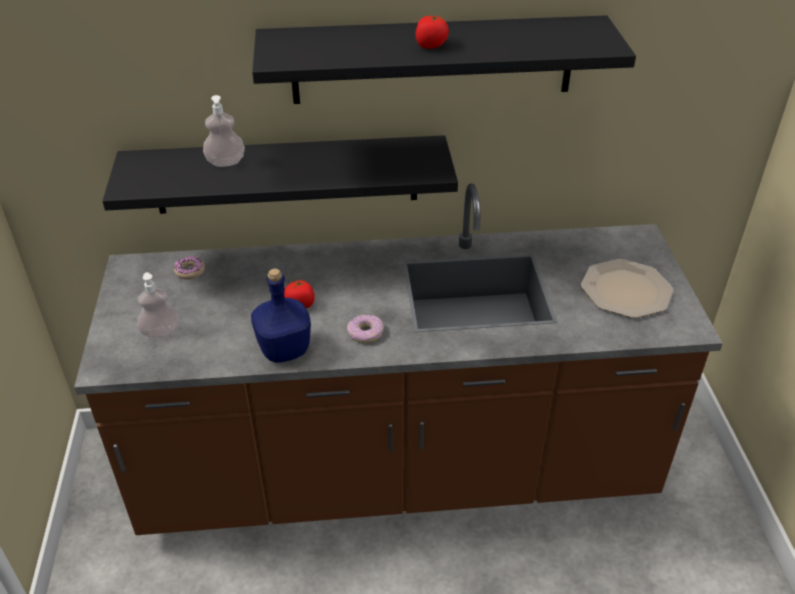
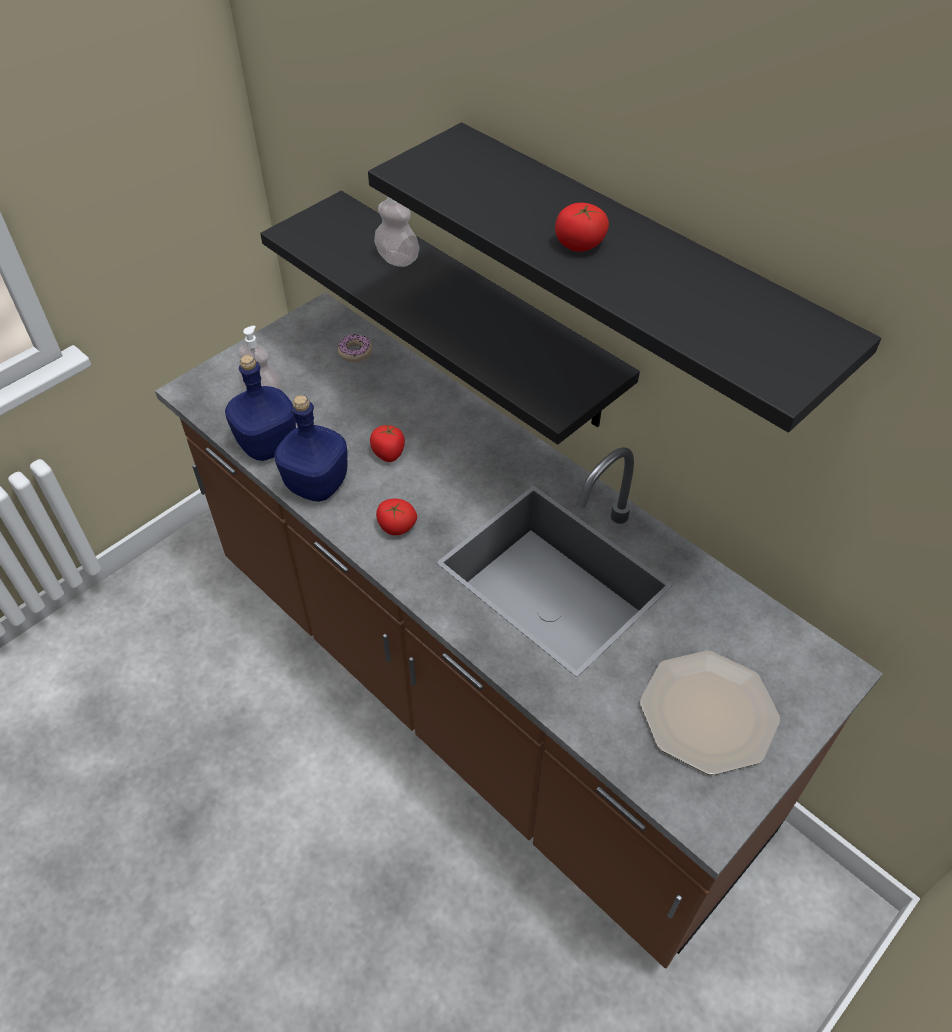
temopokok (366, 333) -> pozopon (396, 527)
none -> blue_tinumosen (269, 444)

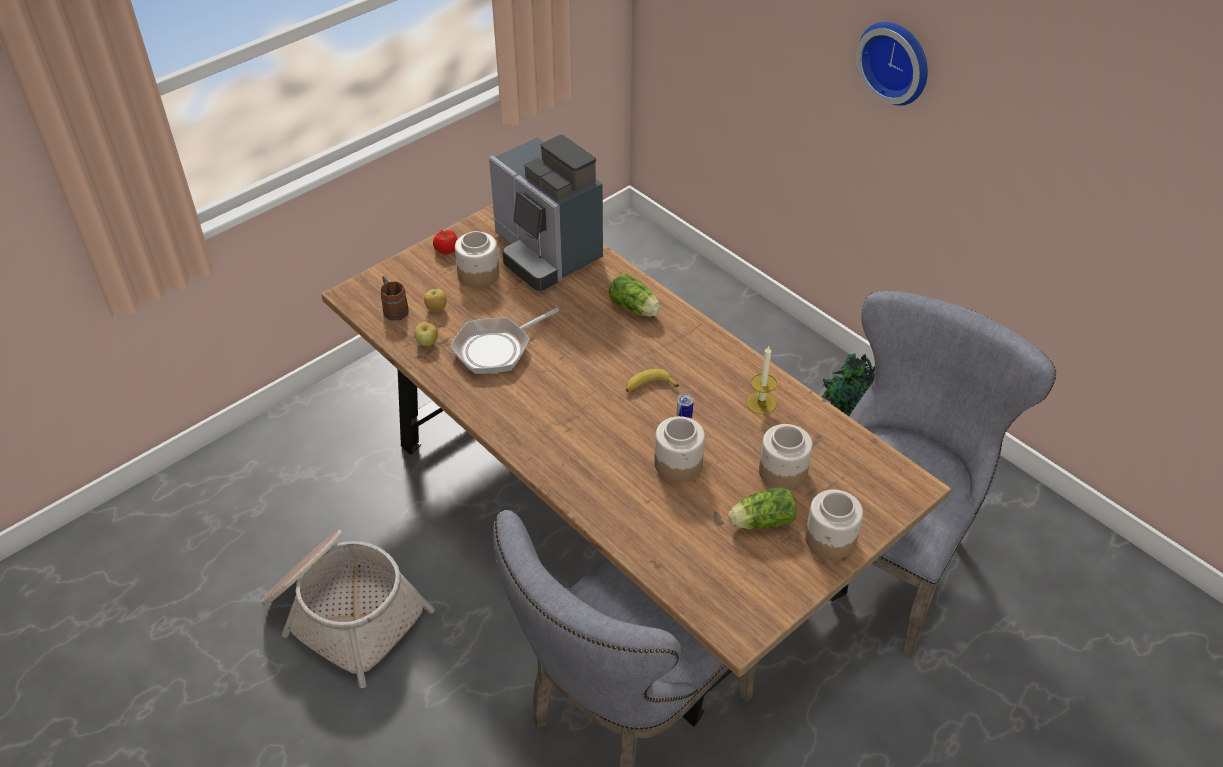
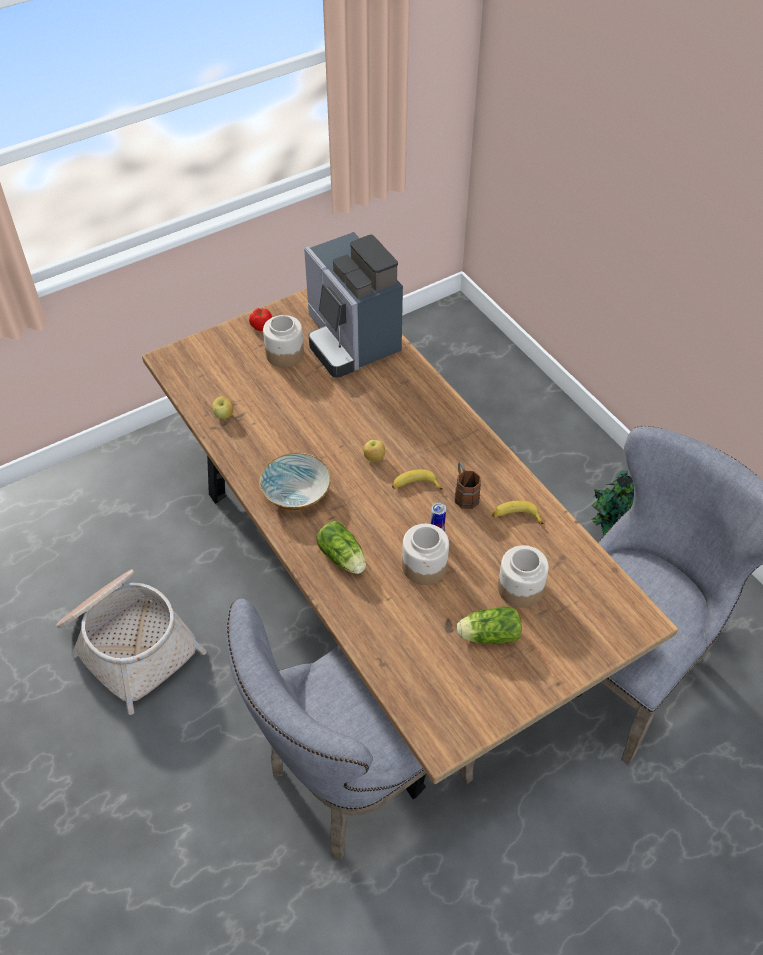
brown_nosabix (393, 308) -> brown_nosabix (464, 494), relocated
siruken (436, 309) -> siruken (374, 458), relocated
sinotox (497, 348) -> none
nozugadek (635, 309) -> nozugadek (343, 559), relocated
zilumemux (761, 403) -> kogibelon (516, 516)
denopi (830, 539) -> none
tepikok (896, 61) -> none
none -> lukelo (297, 493)

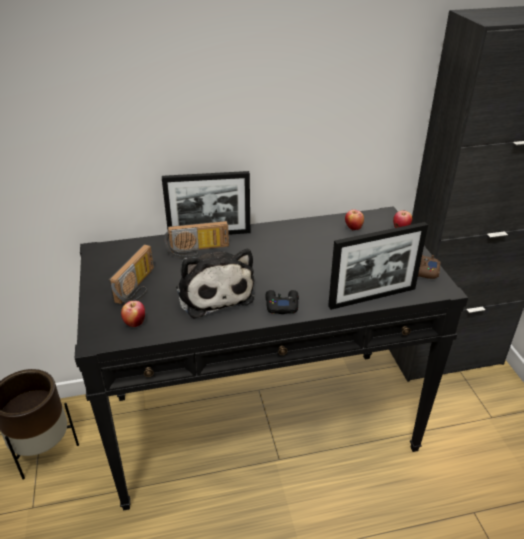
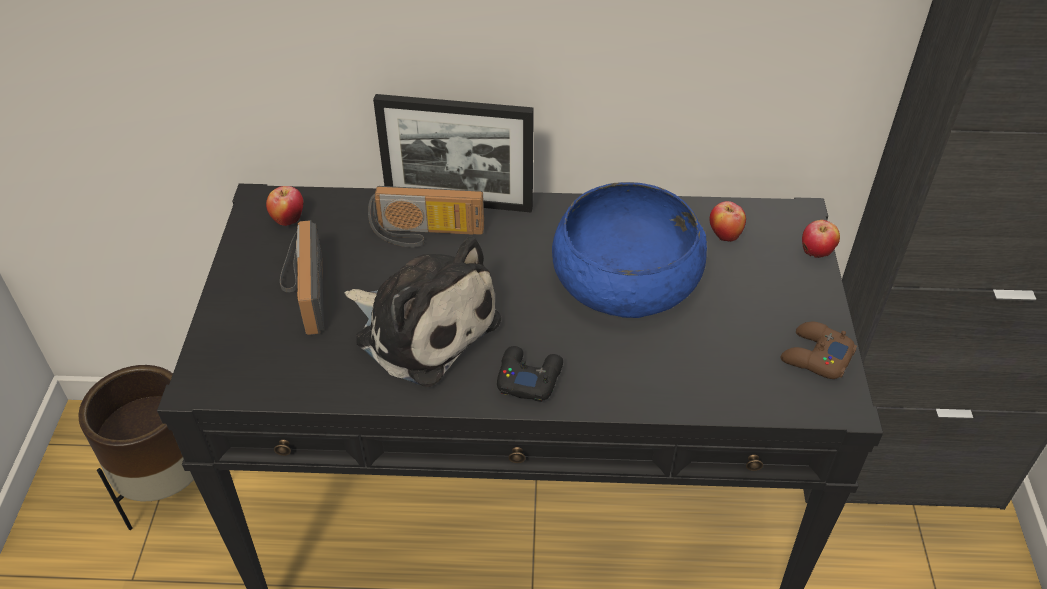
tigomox (138, 287) -> tigomox (302, 292), 135 degrees clockwise
siruken (135, 323) -> siruken (288, 219), relocated
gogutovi (214, 292) -> gogutovi (422, 327), 45 degrees counterclockwise
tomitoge (372, 297) -> none
none -> blue_lukelo (626, 278)

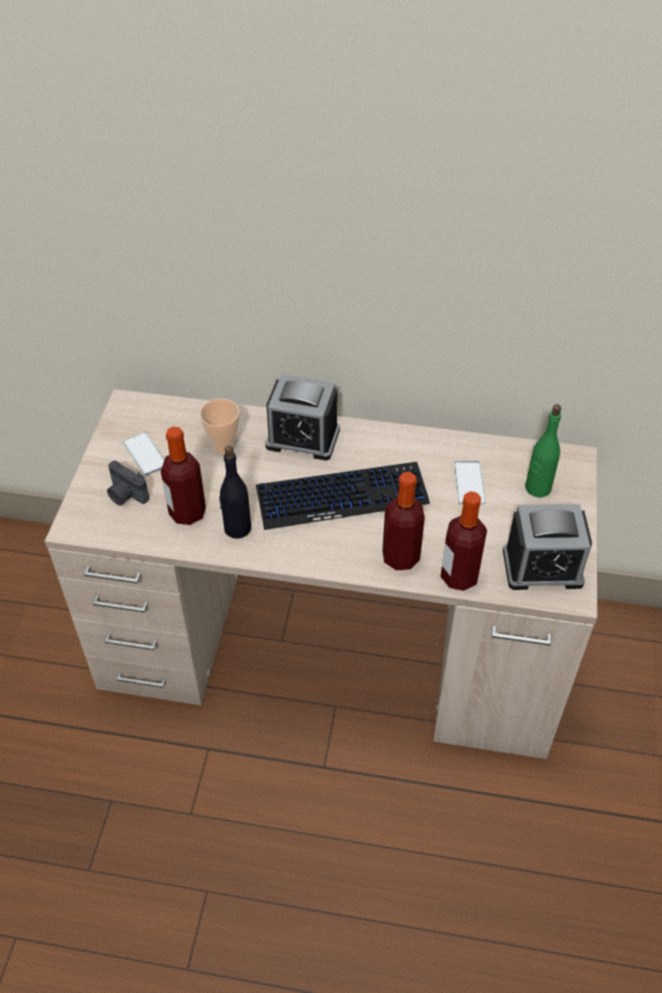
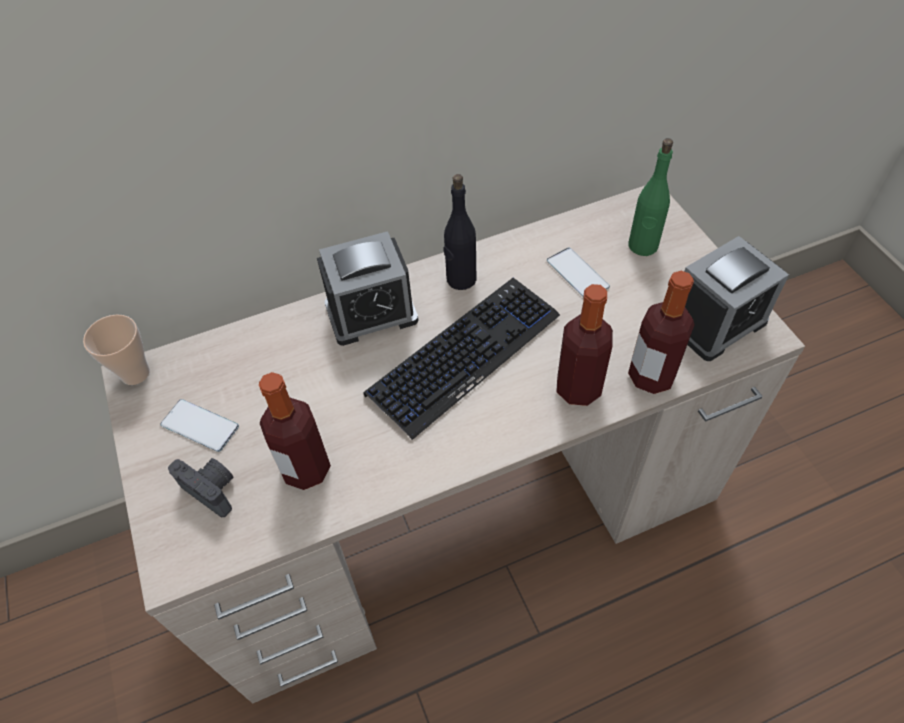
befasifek (126, 495) -> befasifek (213, 489), 150 degrees counterclockwise
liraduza (223, 447) -> liraduza (135, 373), relocated
black_tinumosen (237, 528) -> black_tinumosen (461, 279), relocated

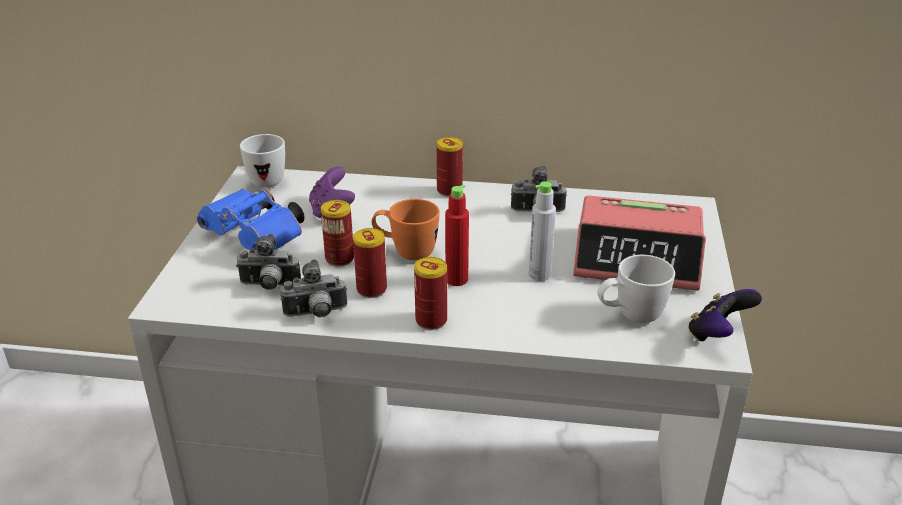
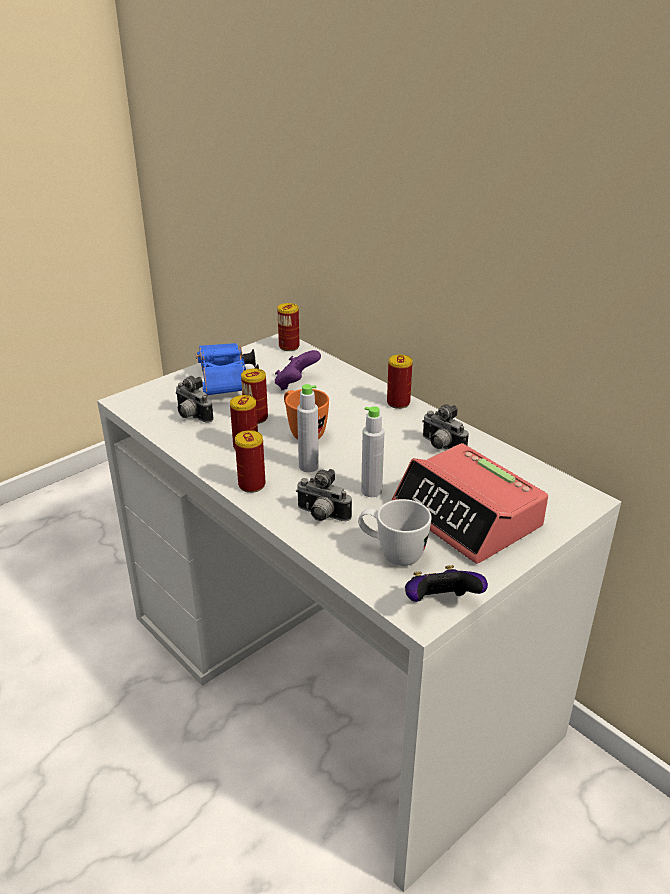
white_nosabix (268, 179) -> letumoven (289, 347)
befasifek (316, 314) -> befasifek (321, 516), relocated
red_tinumosen (456, 279) -> grey_tinumosen (308, 466)

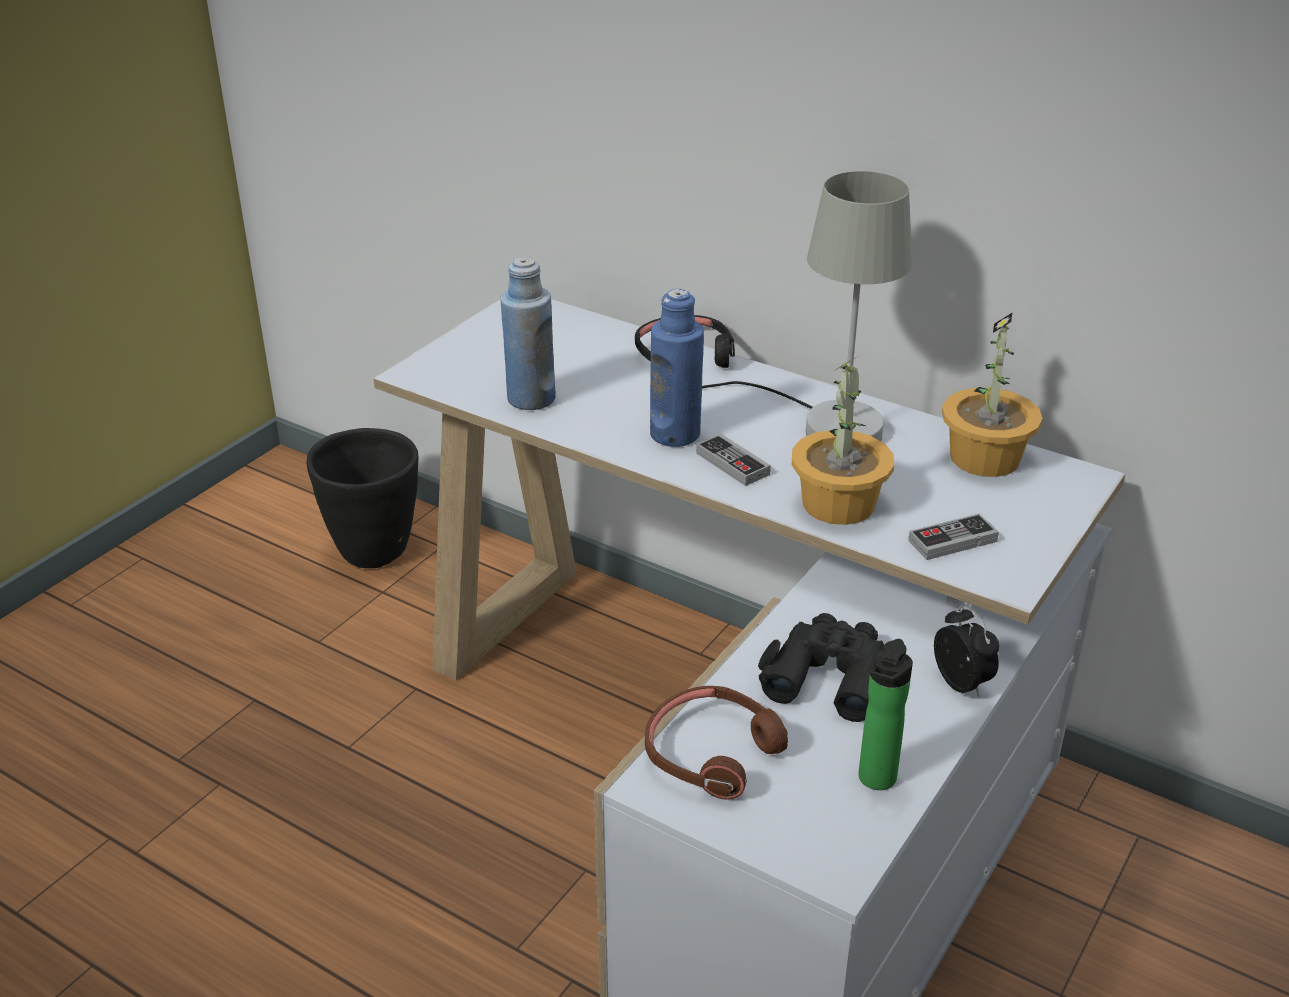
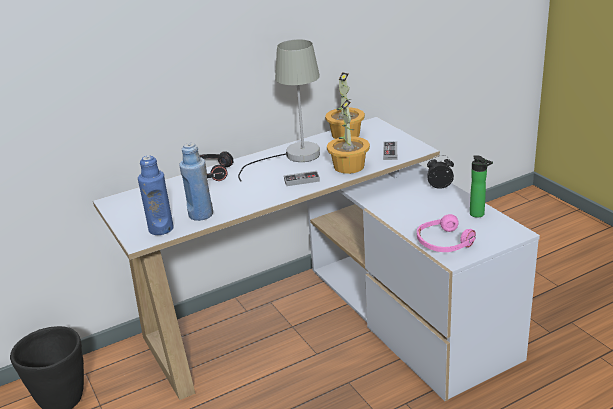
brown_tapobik (712, 752) -> pink_tapobik (444, 242)
blue_tinumosen (675, 434) -> blue_tinumosen (161, 229), relocated
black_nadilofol (829, 676) -> none

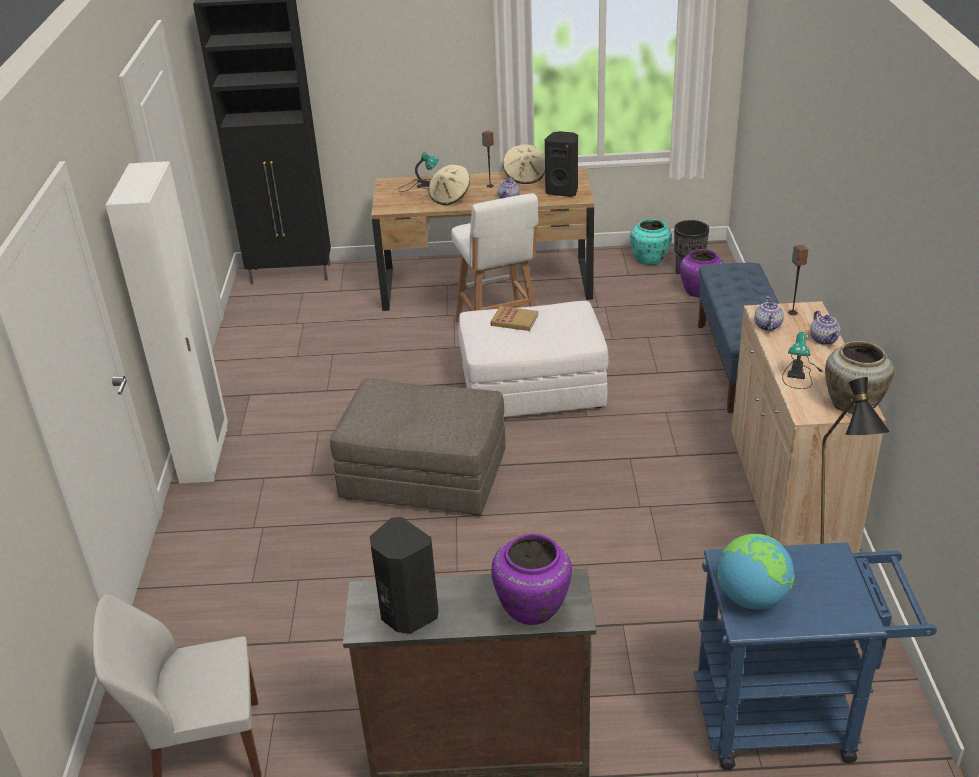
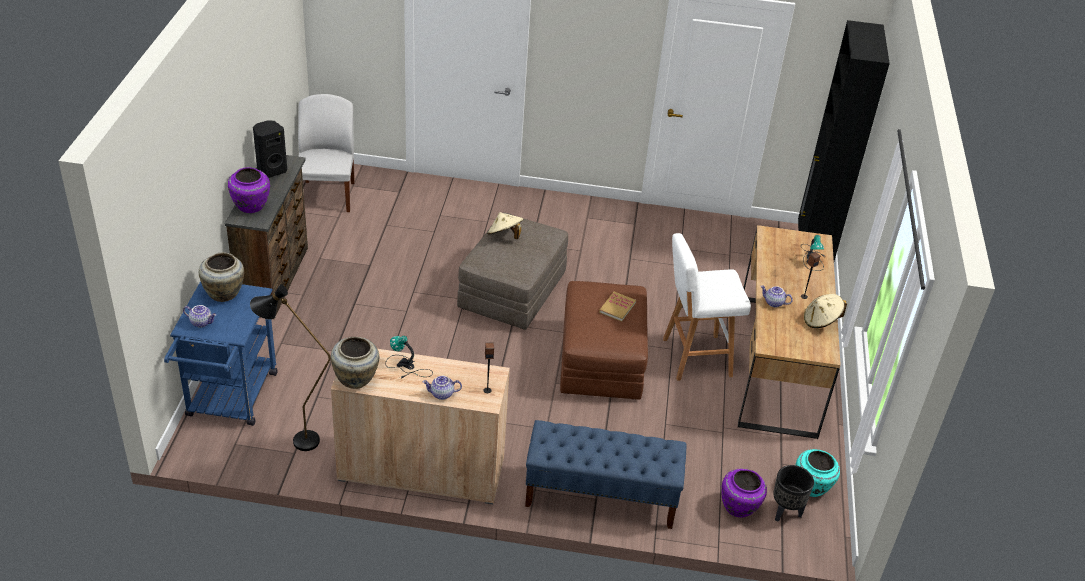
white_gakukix (205, 455) -> none
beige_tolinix (450, 197) -> beige_tolinix (504, 236), relocated
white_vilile (533, 389) -> brown_vilile (601, 361)
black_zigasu (563, 191) -> none
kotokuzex (752, 598) -> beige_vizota (225, 294)
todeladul (767, 325) -> todeladul (201, 322), relocated

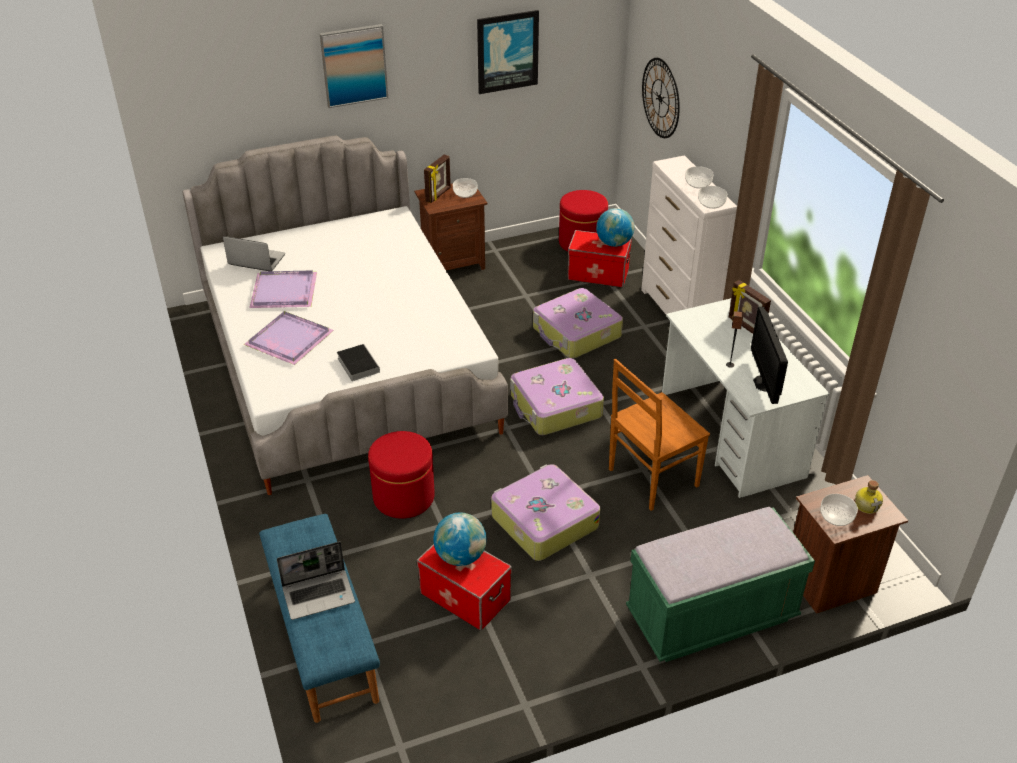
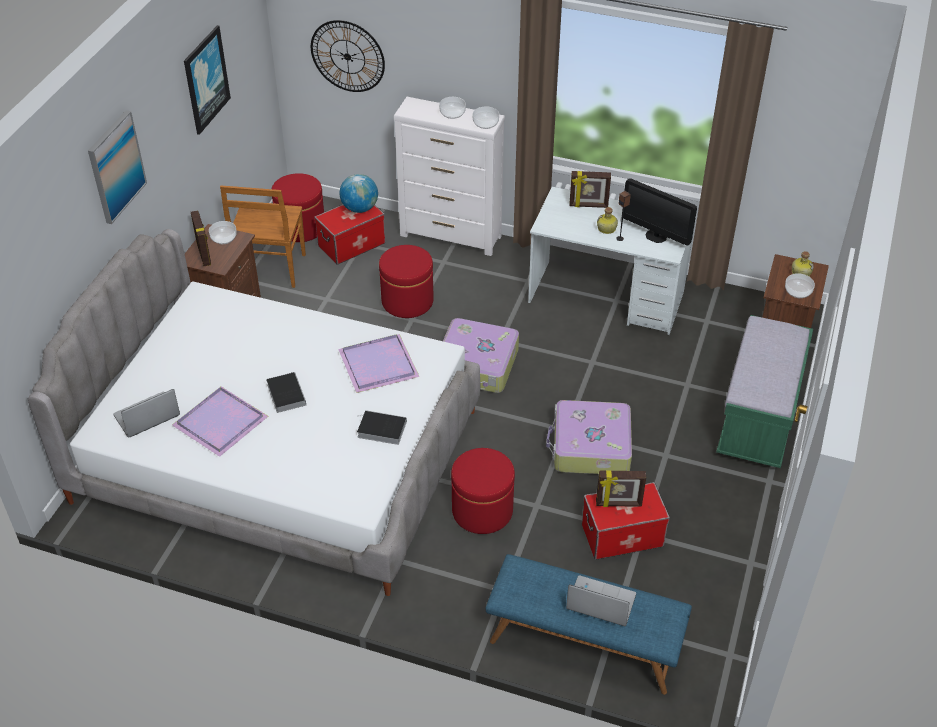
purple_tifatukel (287, 340) -> purple_tifatukel (377, 366), relocated
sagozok (319, 594) -> sagozok (599, 603), 90 degrees counterclockwise
kotokuzex (460, 556) -> tomitoge (618, 504)
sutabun (576, 333) -> red_vilile (407, 301)
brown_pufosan (651, 478) -> brown_pufosan (271, 270), relocated
none -> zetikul (285, 394)
none -> tinumosen (607, 229)

